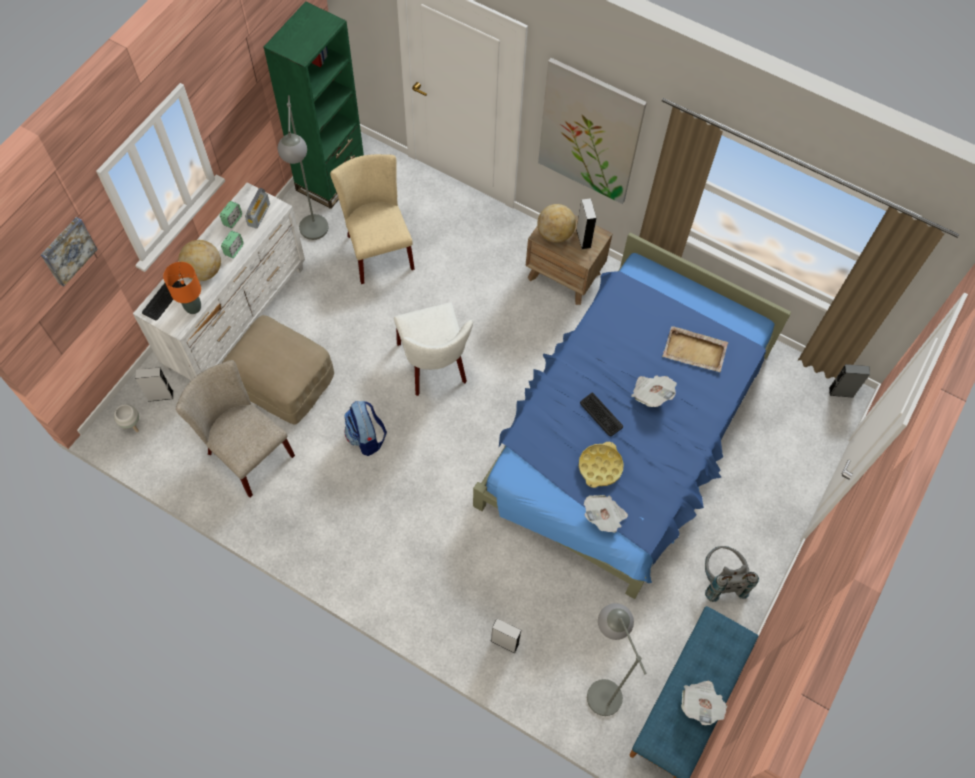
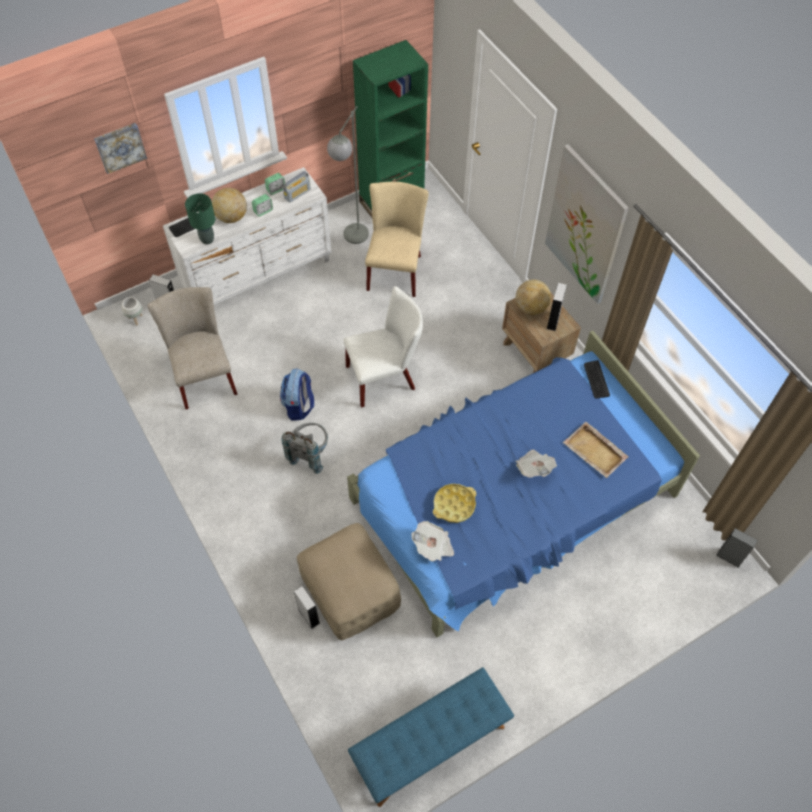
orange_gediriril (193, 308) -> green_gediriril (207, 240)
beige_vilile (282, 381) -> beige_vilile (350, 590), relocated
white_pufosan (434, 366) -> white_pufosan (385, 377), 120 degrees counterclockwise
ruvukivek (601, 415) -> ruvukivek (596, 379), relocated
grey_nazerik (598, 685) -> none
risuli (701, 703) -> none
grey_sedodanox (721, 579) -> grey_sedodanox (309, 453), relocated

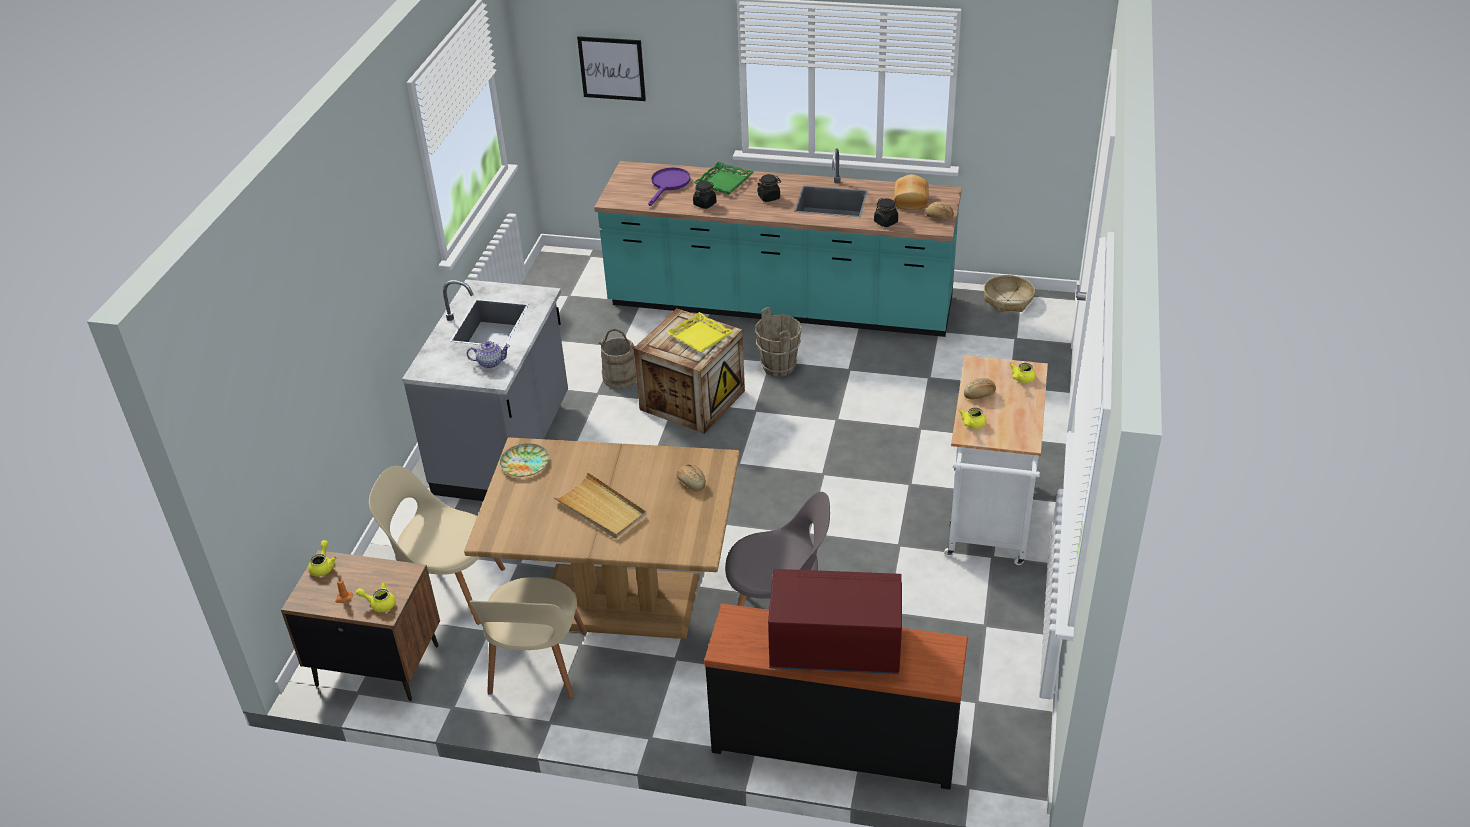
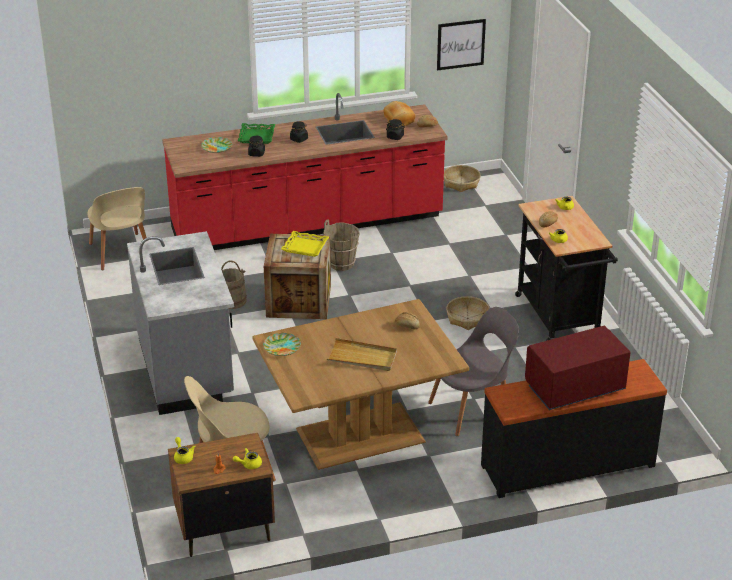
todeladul (490, 362) -> none
beige_pufosan (537, 667) -> beige_pufosan (121, 253), relocated
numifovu (612, 68) -> numifovu (460, 44), relocated
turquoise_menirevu (780, 305) -> red_menirevu (307, 224)
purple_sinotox (668, 185) -> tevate (217, 147)
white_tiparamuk (989, 525) -> black_tiparamuk (559, 319)
none -> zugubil (467, 318)

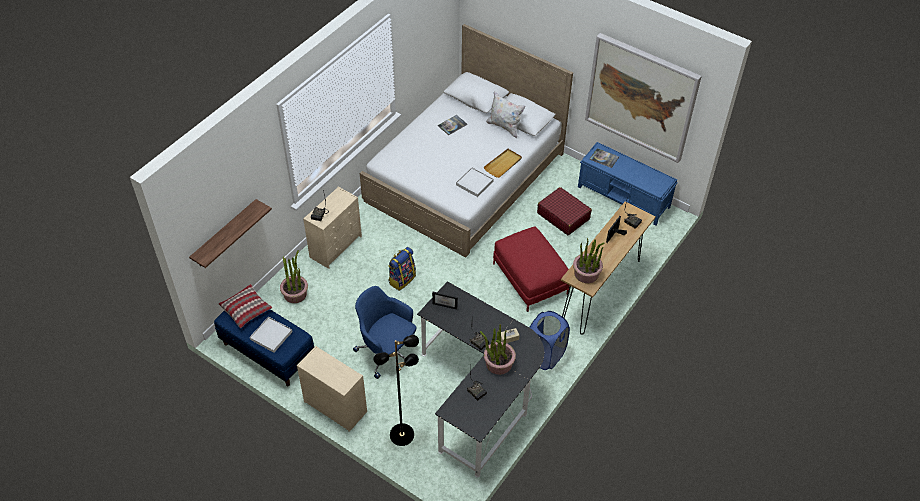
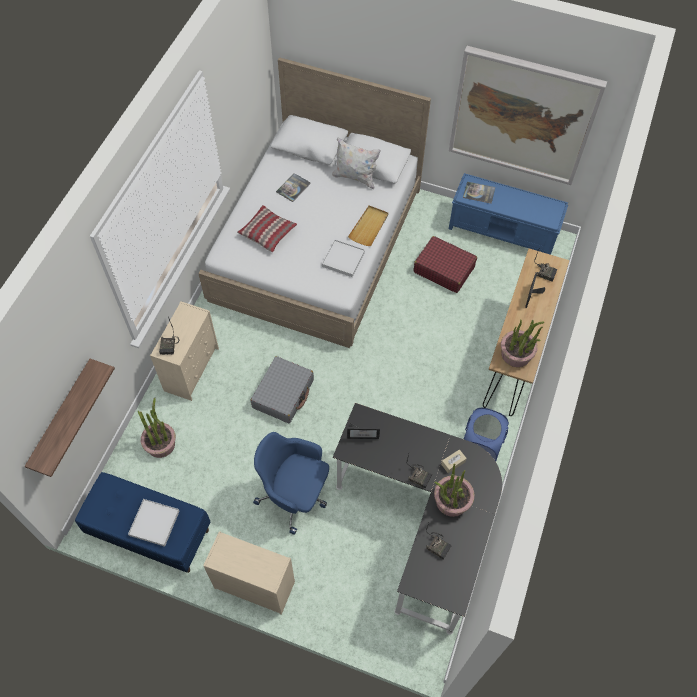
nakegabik (246, 309) -> nakegabik (267, 232), relocated
black_nazerik (402, 434) -> none
sedodanox (402, 279) -> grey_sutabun (283, 394)
red_vilile (529, 278) -> none

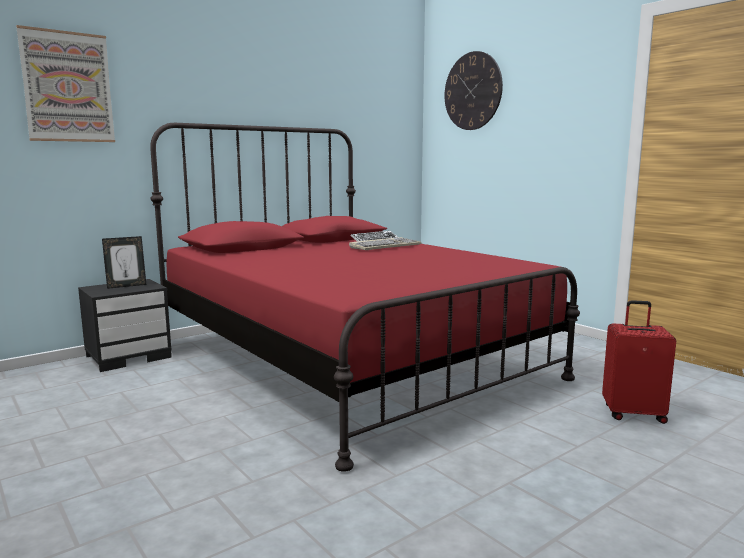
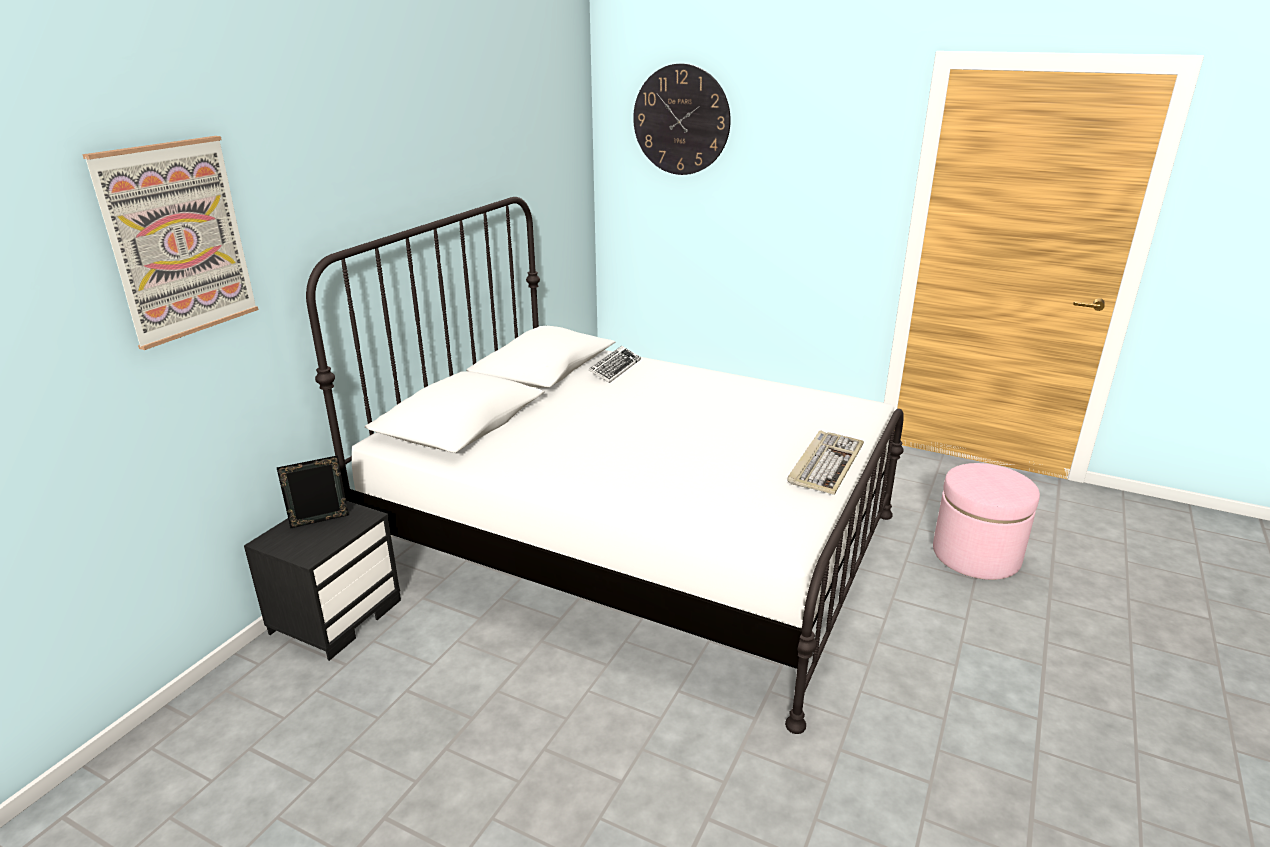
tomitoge (126, 286) -> tomitoge (320, 524), 150 degrees counterclockwise
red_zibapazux (349, 359) -> white_zibapazux (635, 542)
ruvukivek (385, 247) -> ruvukivek (825, 465), relocated
red_sutabun (633, 414) -> pink_vilile (976, 555)

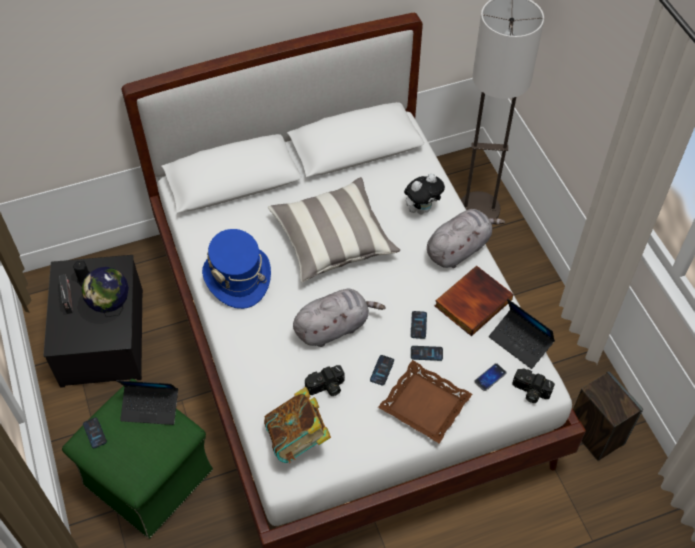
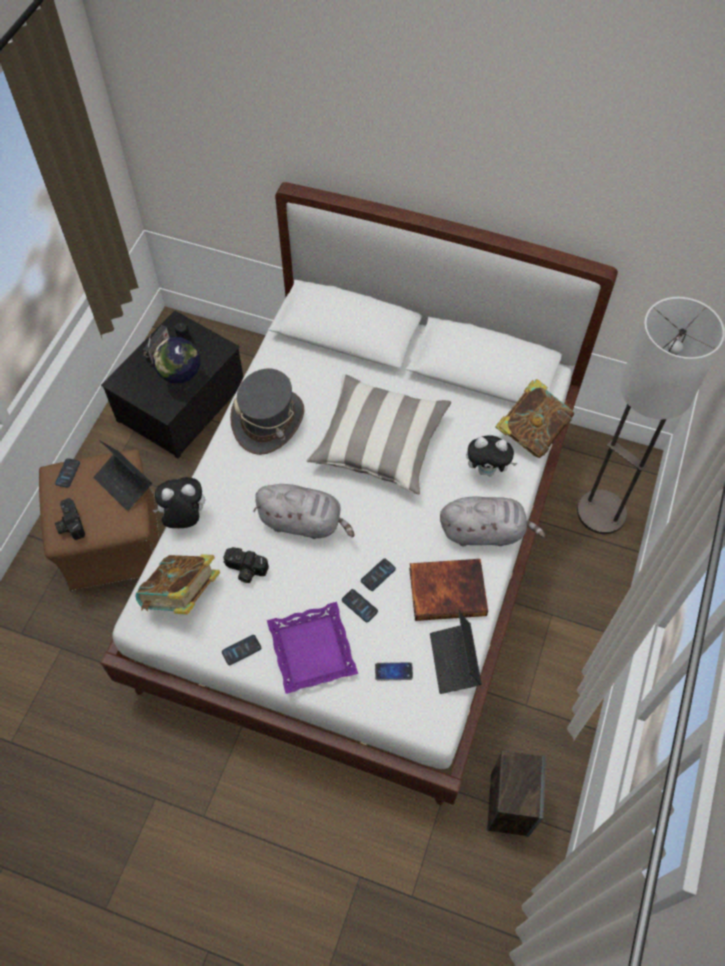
green_vilile (149, 478) -> brown_vilile (113, 543)
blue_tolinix (238, 277) -> grey_tolinix (268, 421)
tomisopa (382, 370) -> tomisopa (241, 650), relocated
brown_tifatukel (425, 404) -> purple_tifatukel (313, 650)
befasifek (530, 391) -> befasifek (70, 524), relocated
none -> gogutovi (184, 518)
none -> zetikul (531, 432)

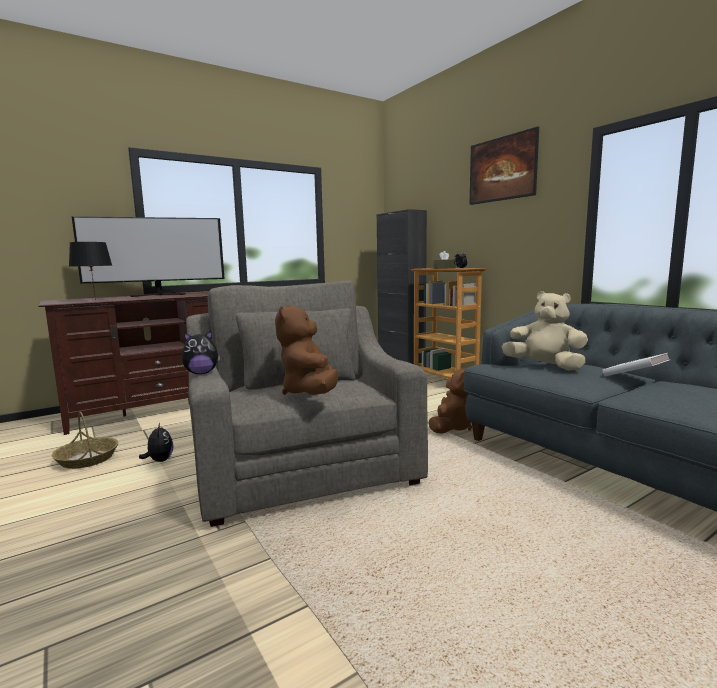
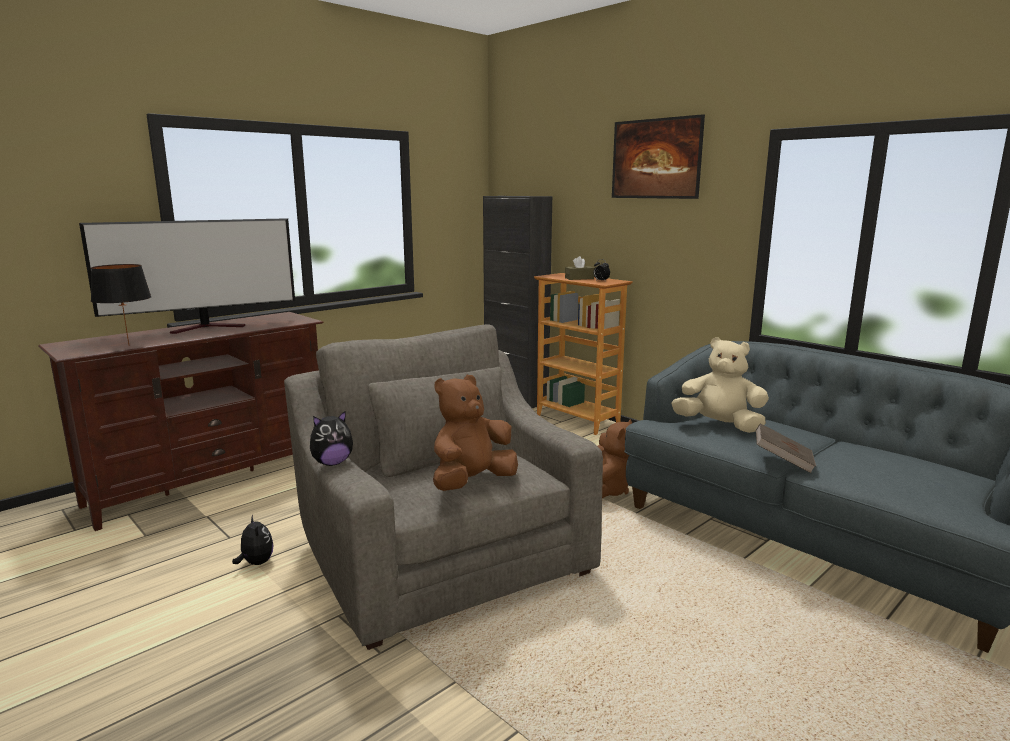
zugubil (87, 459) -> none
brown_gogutovi (310, 393) -> brown_gogutovi (472, 482), 60 degrees clockwise
white_zetikul (634, 377) -> none
none -> brown_zetikul (782, 461)

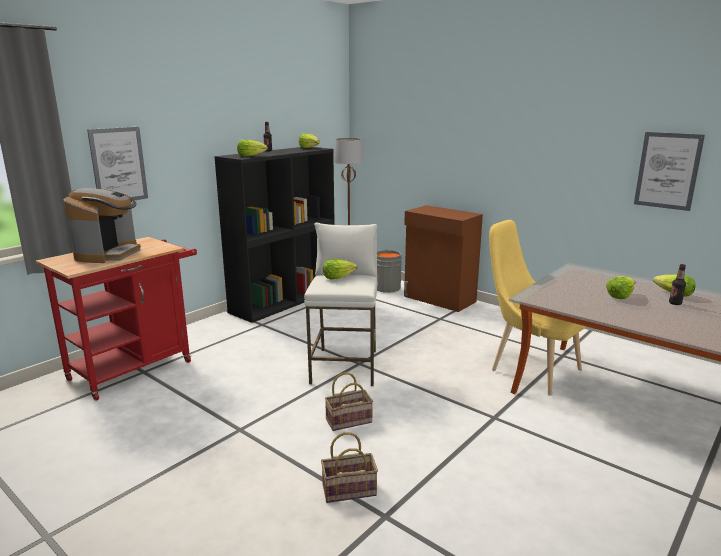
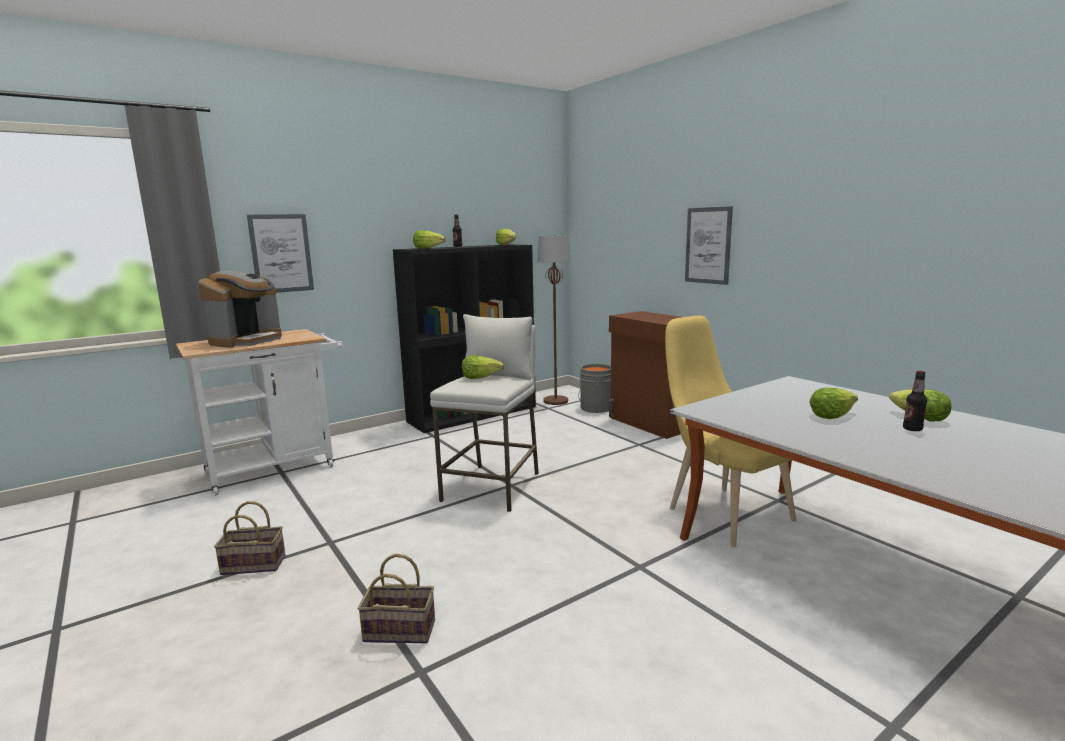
red_tiparamuk (137, 367) -> white_tiparamuk (279, 467)
zugubil (349, 420) -> zugubil (255, 564), relocated
numifovu (667, 171) -> numifovu (708, 245), relocated

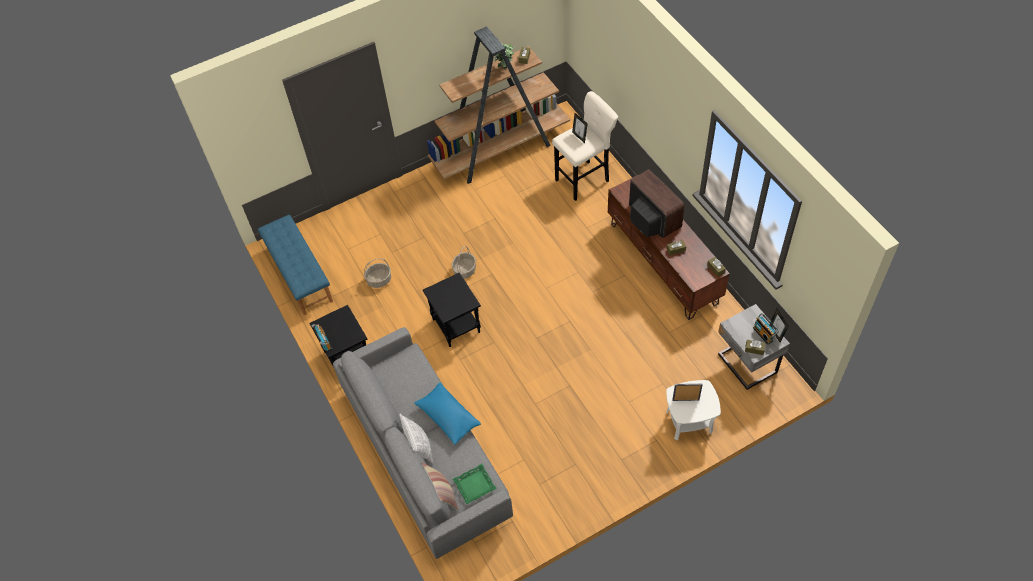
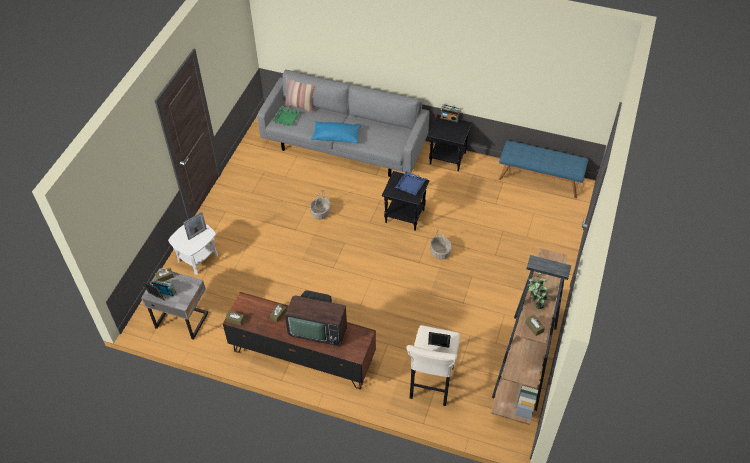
zugubil (379, 280) -> zugubil (320, 212), relocated
nakegabik (419, 447) -> none
none -> blue_tifatukel (410, 185)

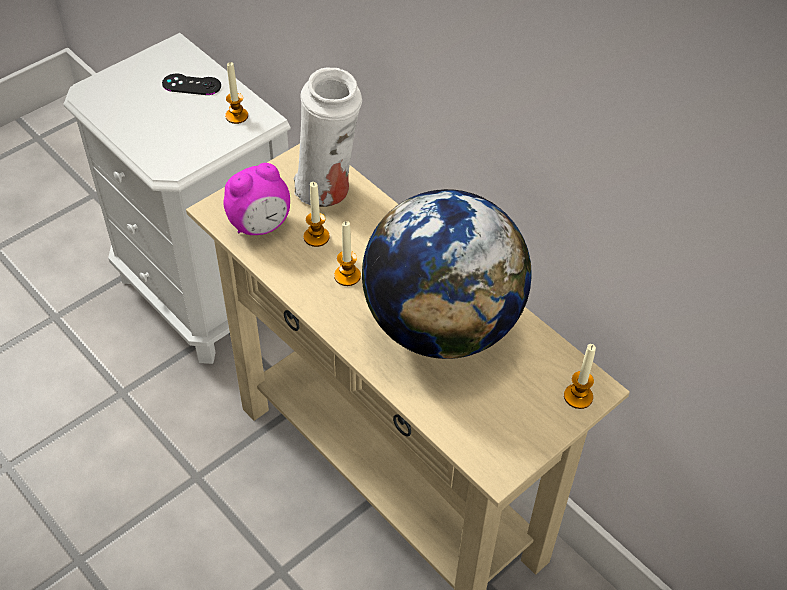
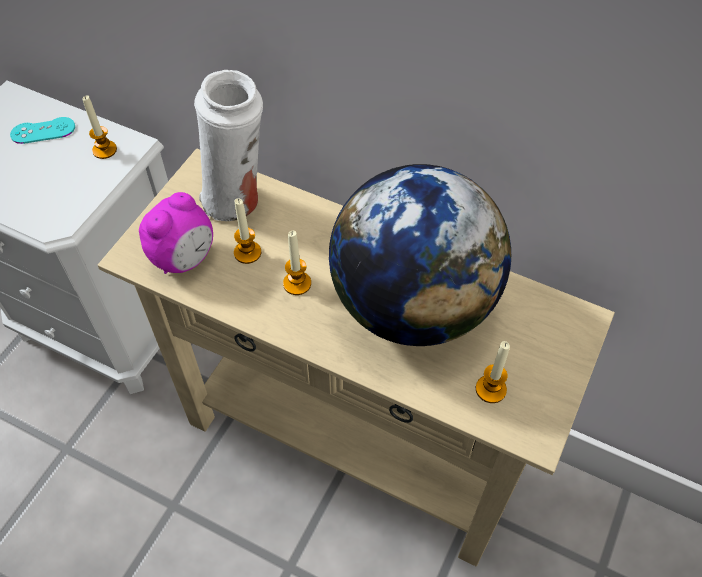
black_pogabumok (191, 85) -> turquoise_pogabumok (43, 131)
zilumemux (578, 397) -> zilumemux (490, 389), relocated

